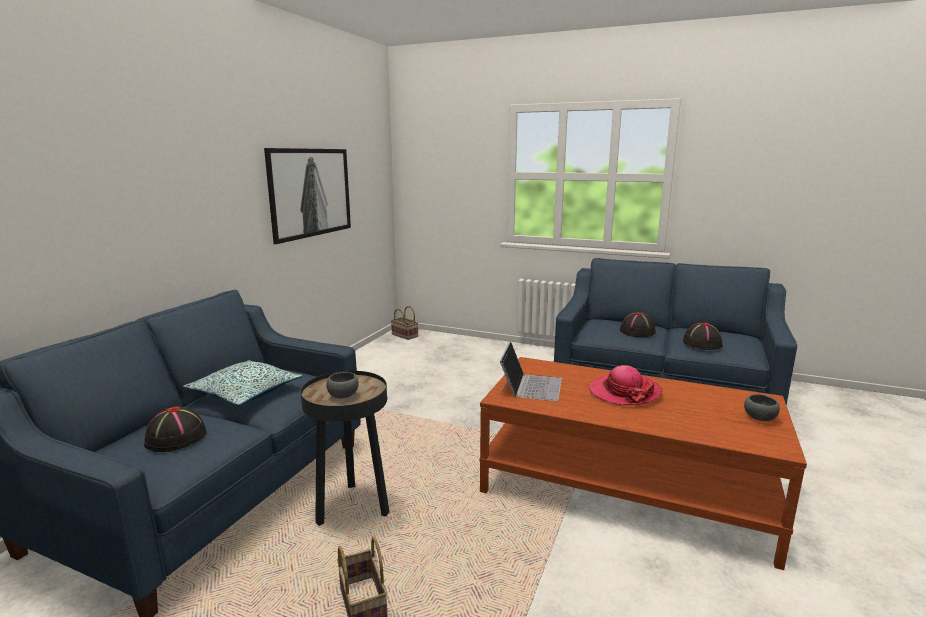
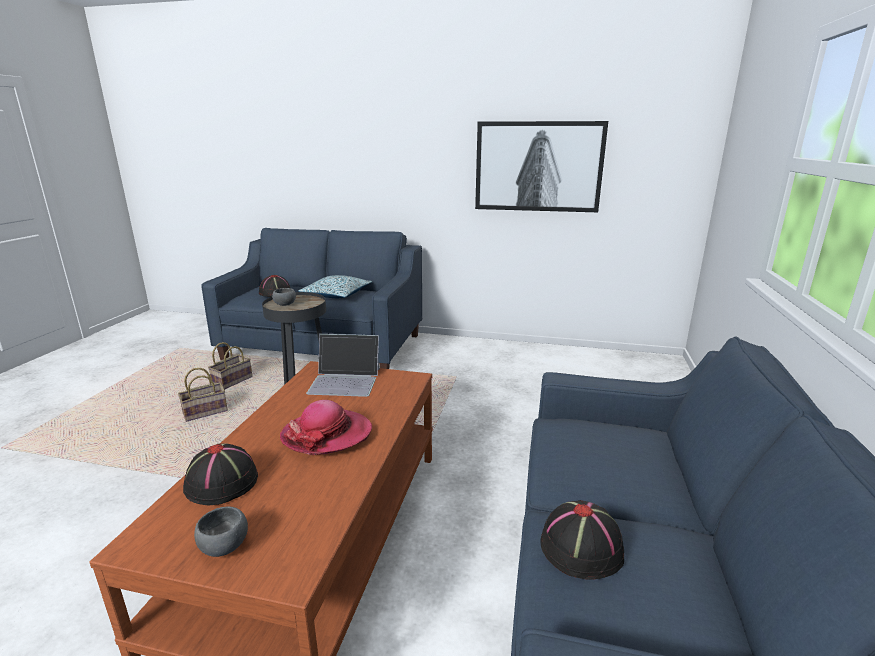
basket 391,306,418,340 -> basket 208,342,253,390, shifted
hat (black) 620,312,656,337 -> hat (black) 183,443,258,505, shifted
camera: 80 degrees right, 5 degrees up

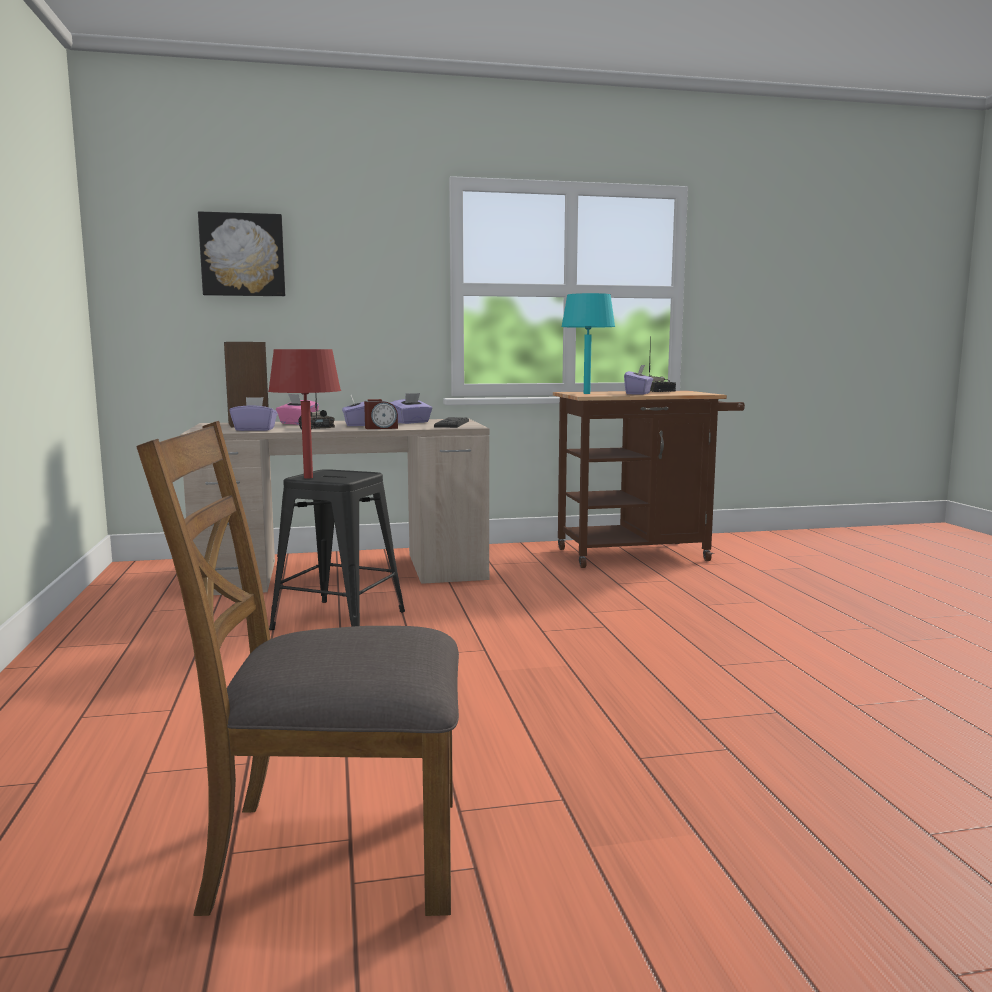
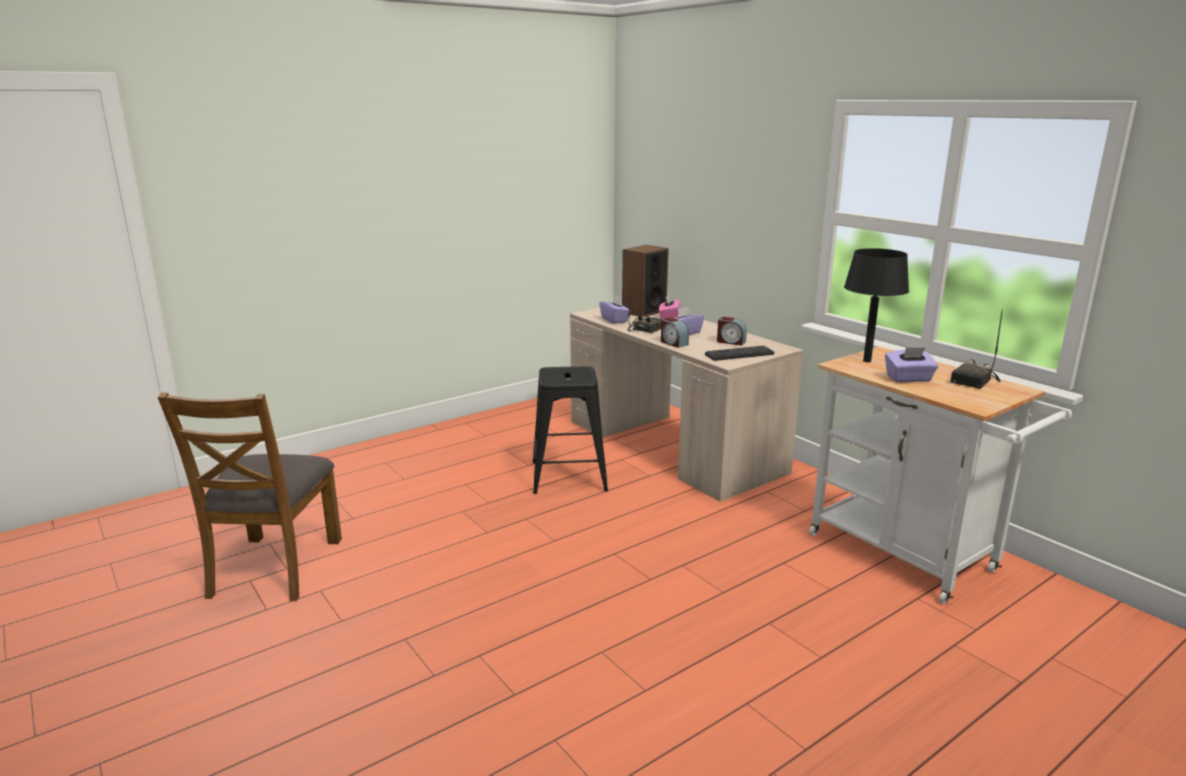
picture 198,211,285,296 -> none
table lamp (turquoise) 561,293,615,394 -> table lamp (black) 844,248,909,362
table lamp (red) 268,349,341,478 -> none
cart (brown) 553,391,745,568 -> cart (white) 809,346,1072,604
tissue box (purple) 390,393,433,424 -> alarm clock 717,317,747,346
chair (brown) 136,421,459,916 -> chair (brown) 158,392,342,601, 150 degrees counterclockwise
camera: 65 degrees right, 10 degrees up

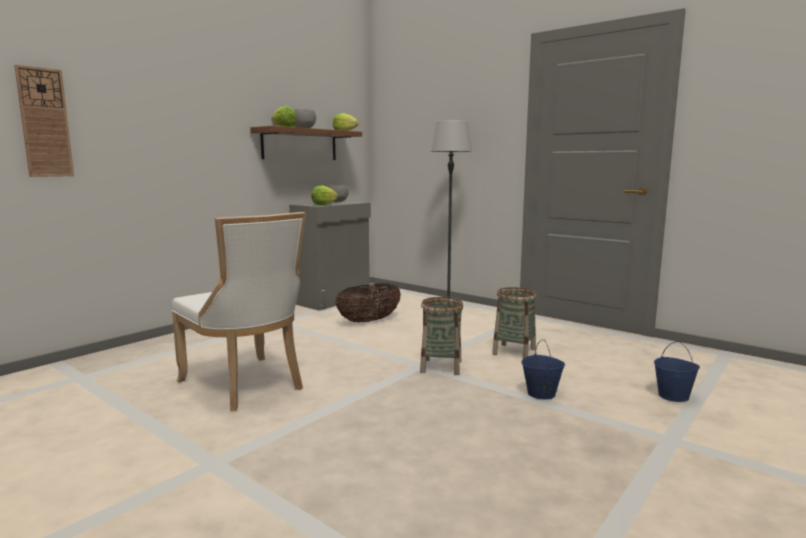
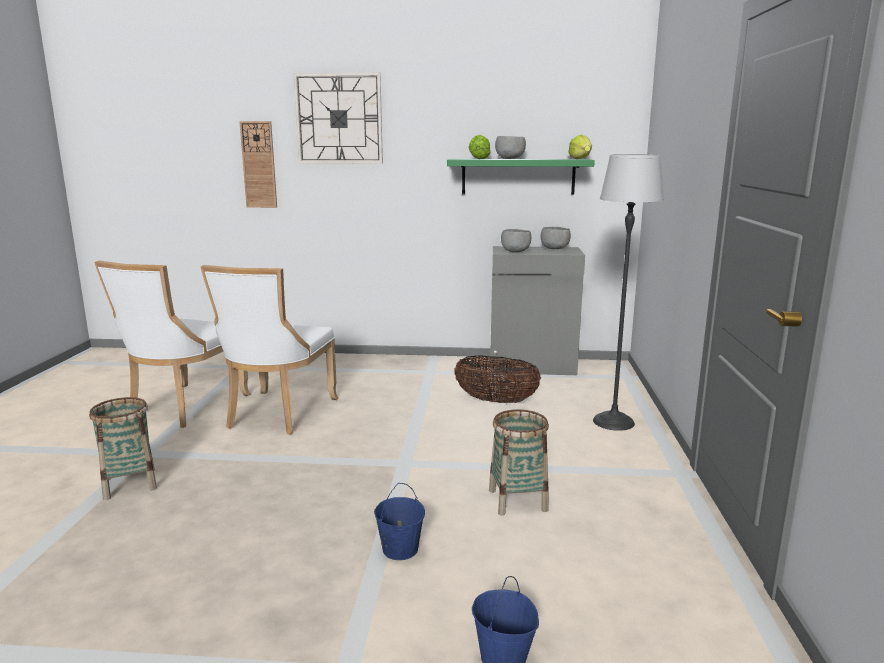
shelf (brown) 250,126,362,160 -> shelf (green) 447,159,595,194
lettuce 311,186,338,205 -> bowl (grey) 501,229,531,252
basket 420,297,463,375 -> basket 89,397,157,500, shifted
none -> wall clock 293,73,383,164
none -> chair (white) 94,261,251,428
camera: 55 degrees right, 5 degrees up

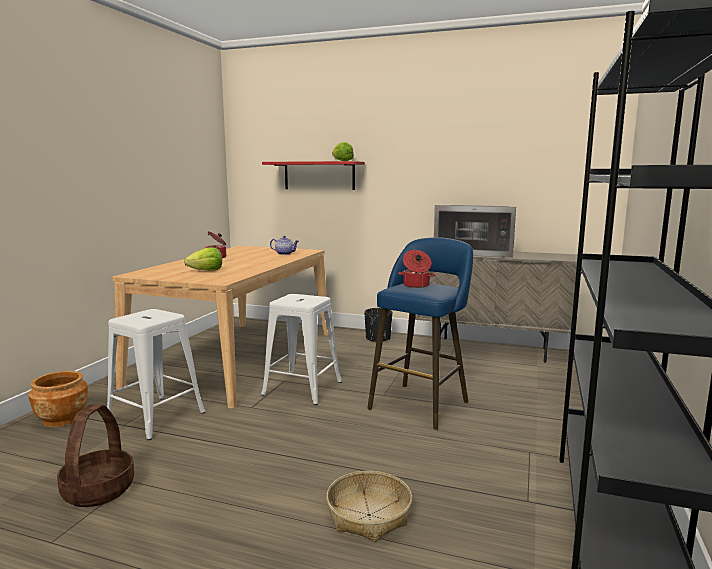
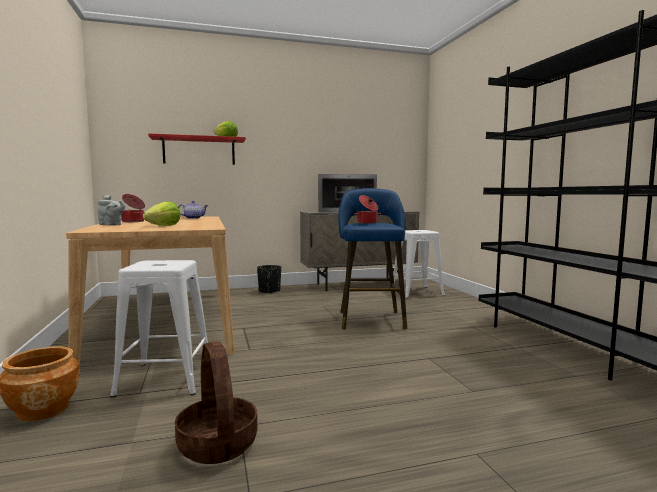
stool (white) 261,294,342,405 -> stool (white) 393,230,445,298, shifted
basket 326,471,412,542 -> none
none -> teapot (grey) 97,195,126,225
camera: 35 degrees left, 5 degrees down

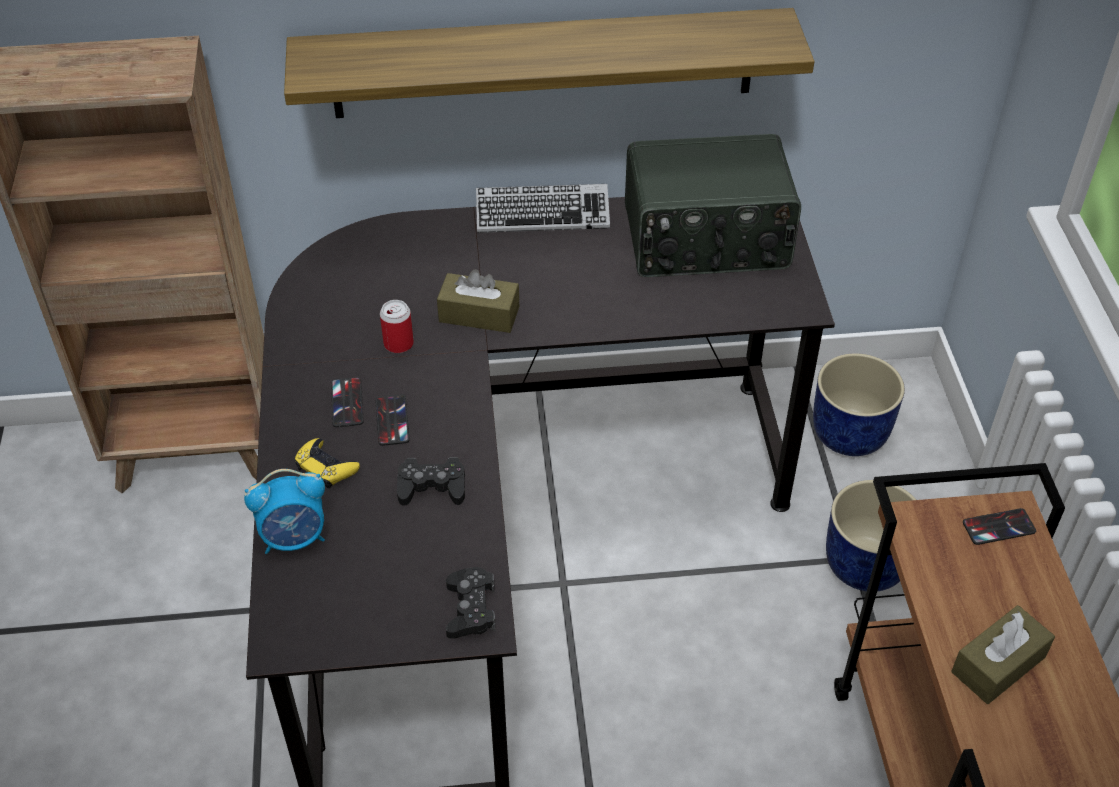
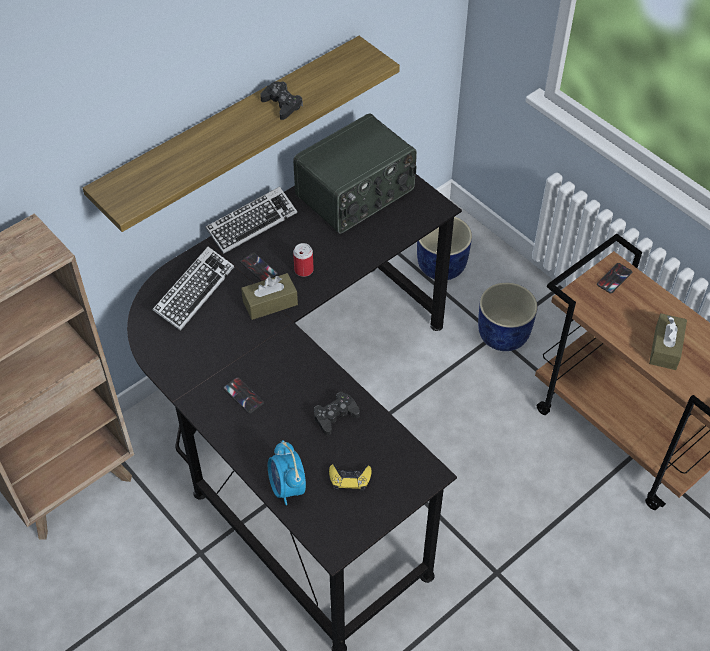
can 380,300,414,353 -> can 293,243,314,277, shifted
phone 375,394,410,446 -> phone 240,252,278,281, shifted
game controller (yellow) 295,438,360,489 -> game controller (yellow) 329,464,372,491, shifted
alarm clock 244,469,325,554 -> alarm clock 268,440,306,505, 120 degrees clockwise
game controller (black) 446,567,496,639 -> game controller (black) 260,82,303,120, shifted
none -> keyboard 152,247,234,331
camera: 35 degrees left, 5 degrees up

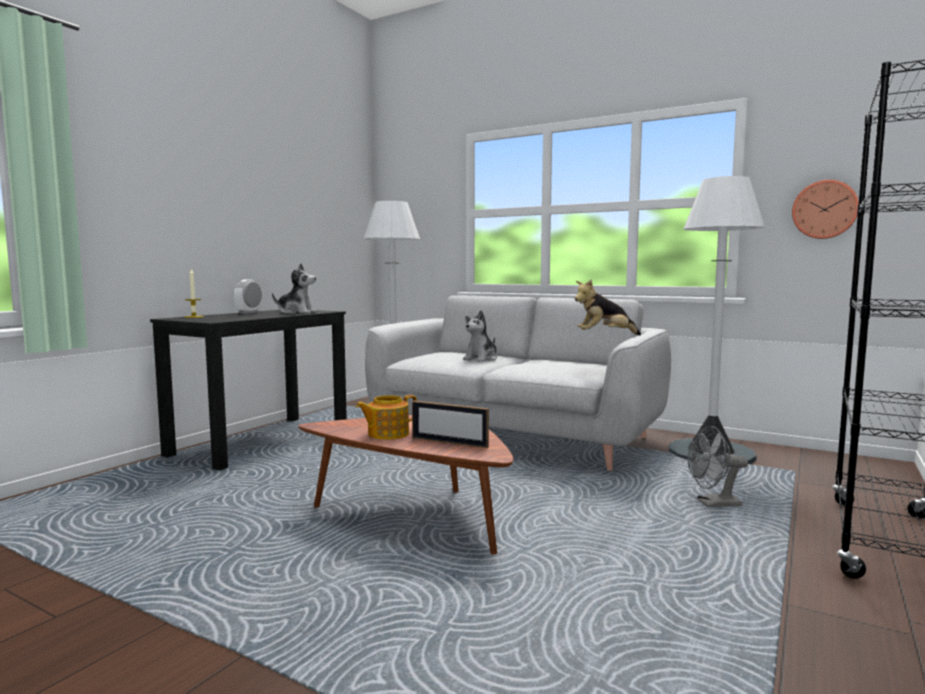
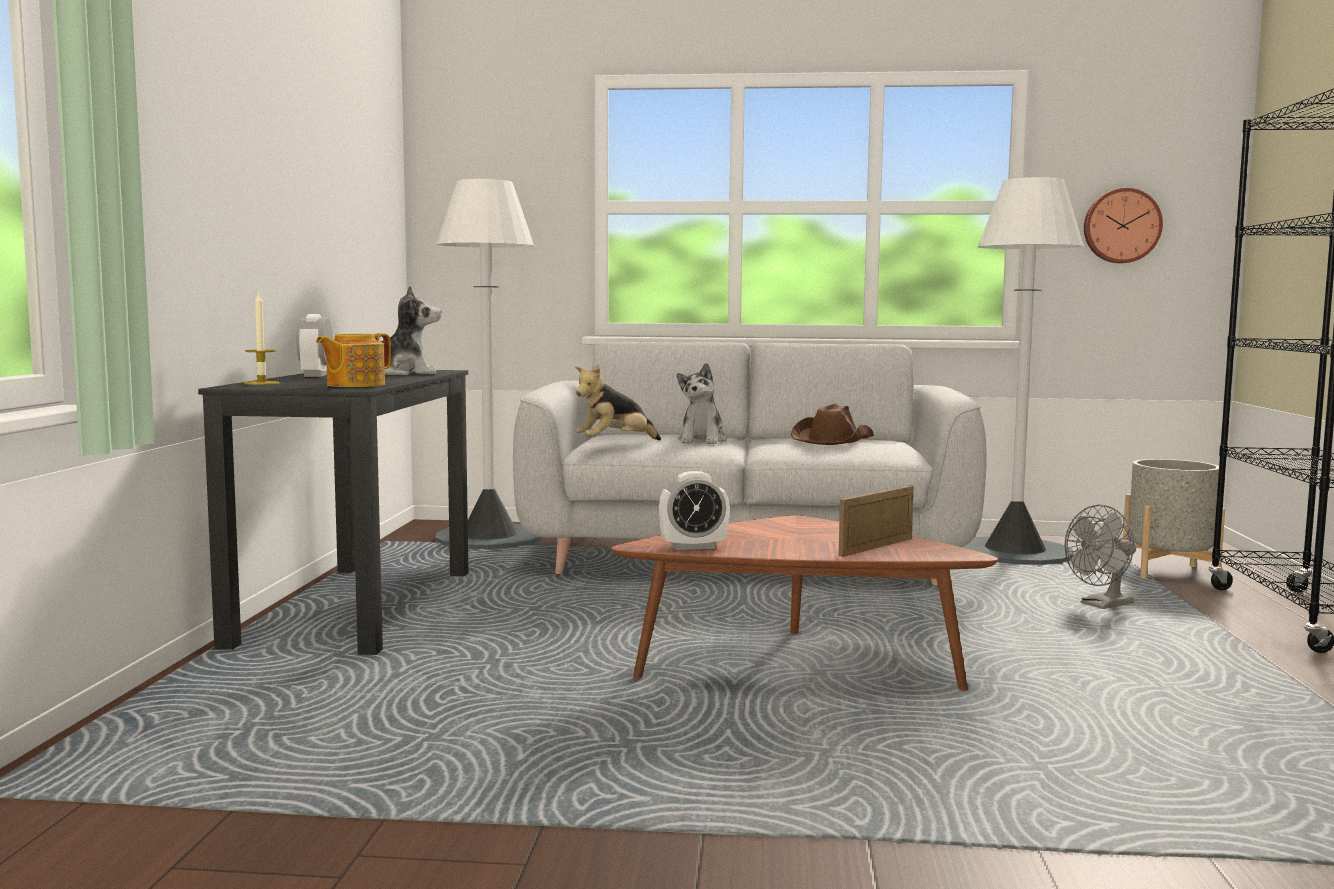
plush toy 575,279,641,335 -> plush toy 575,364,661,440, shifted
teapot 356,395,417,440 -> teapot 316,333,391,387, shifted
picture frame 412,400,489,448 -> picture frame 838,485,914,557, 135 degrees clockwise
none -> hat (brown) 791,403,874,445
none -> planter (grey) 1123,459,1225,579
none -> alarm clock 659,471,730,550
camera: 25 degrees left, 0 degrees up

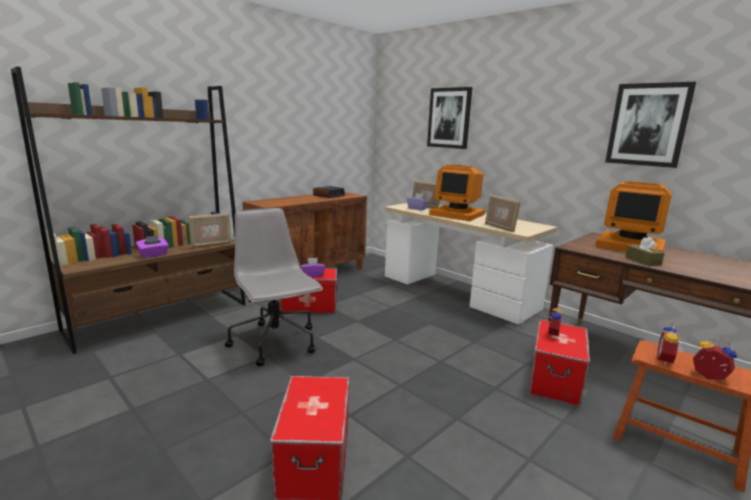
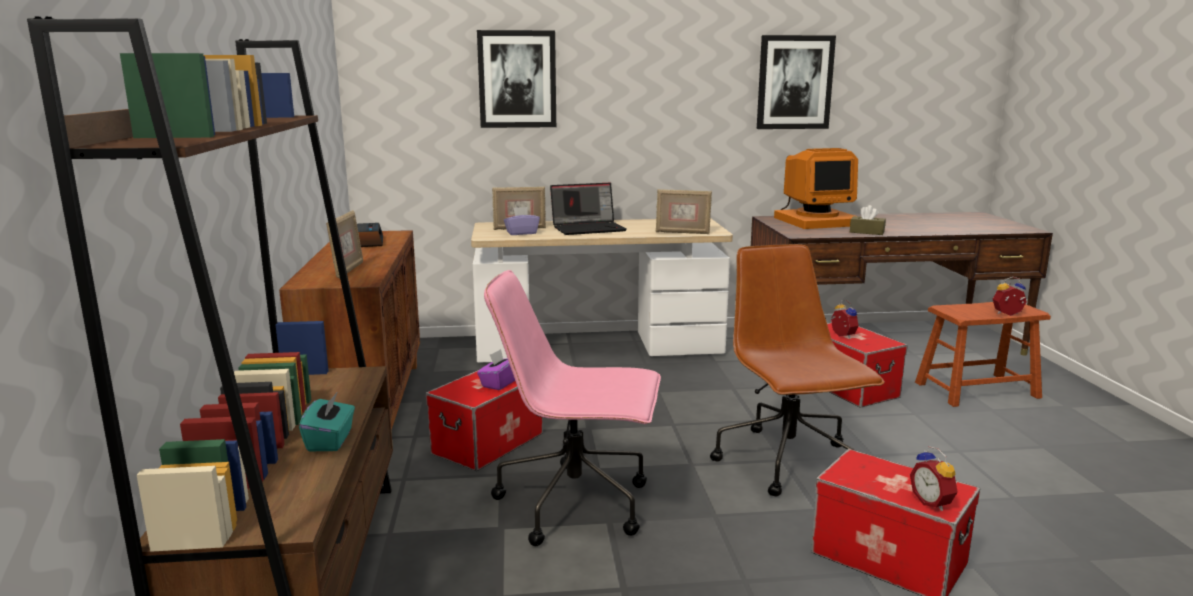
monitor 429,164,485,221 -> laptop 550,183,627,235
office chair (grey) 225,208,323,366 -> office chair (pink) 484,270,661,546
picture frame 188,213,231,249 -> picture frame 326,210,363,279, shifted
tissue box (purple) 136,235,169,258 -> tissue box (turquoise) 299,393,355,451
alarm clock 657,323,683,365 -> alarm clock 910,446,958,511, shifted
none -> office chair (brown) 710,244,885,496
camera: 50 degrees left, 0 degrees up

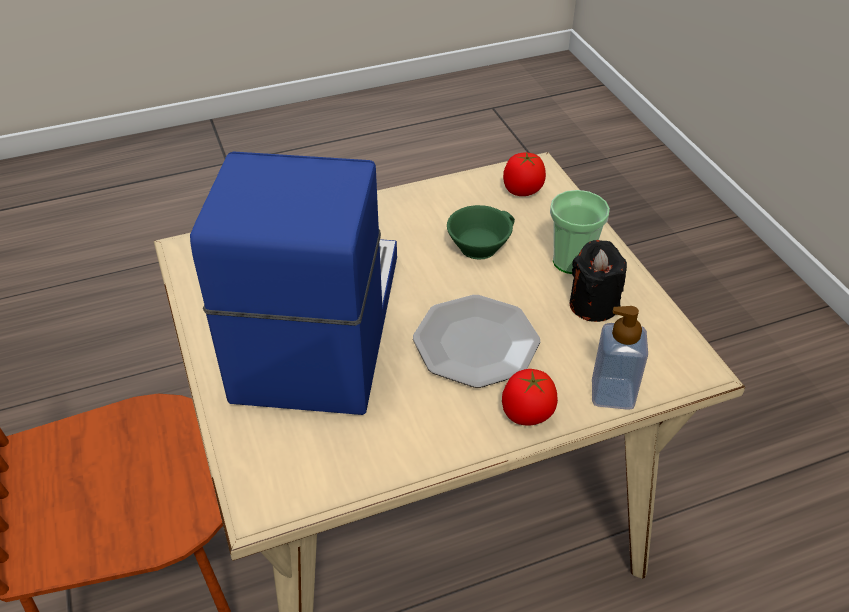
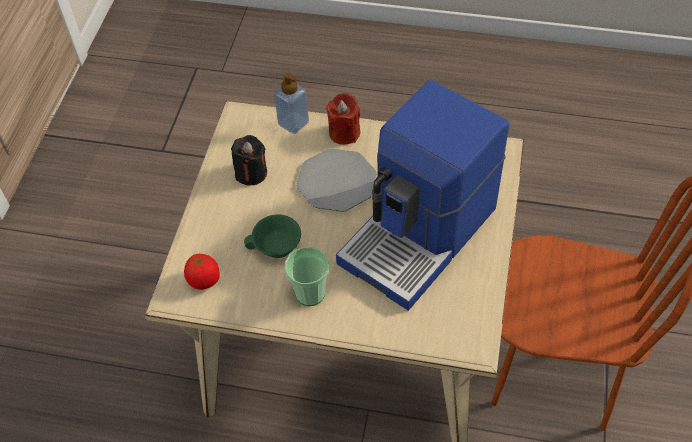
cup 550,190,610,274 -> cup 285,247,329,306, shifted
tomato 502,369,558,426 -> candle (red) 326,93,360,145
camera: 145 degrees left, 10 degrees up

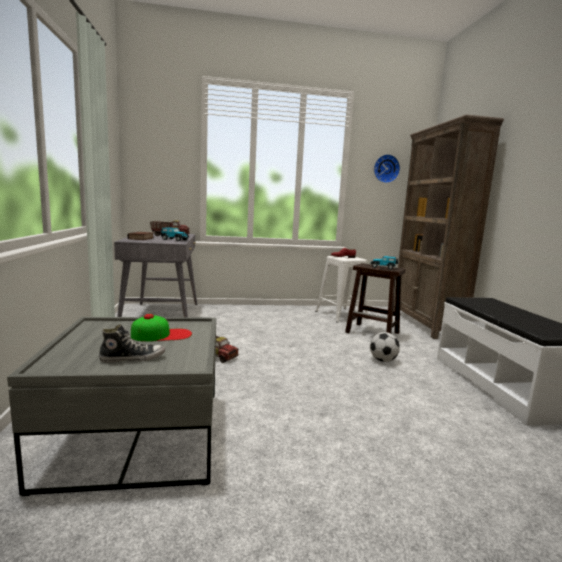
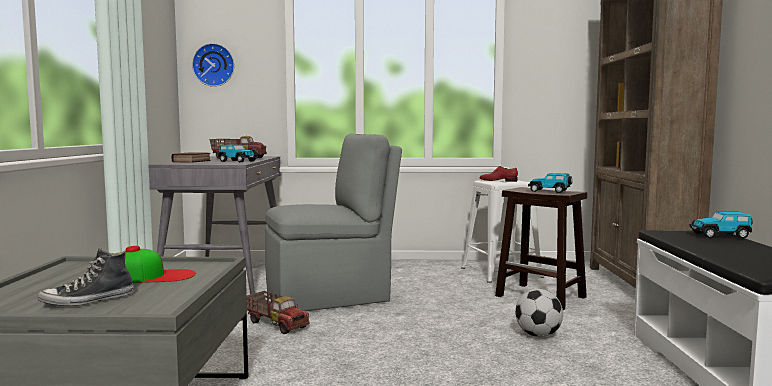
wall clock 374,154,400,183 -> wall clock 192,43,234,87, shifted
shoe 99,324,165,362 -> shoe 37,248,134,306, 150 degrees clockwise
none -> chair (grey) 265,133,402,311
none -> toy car 689,211,753,239
camera: 10 degrees right, 5 degrees down

